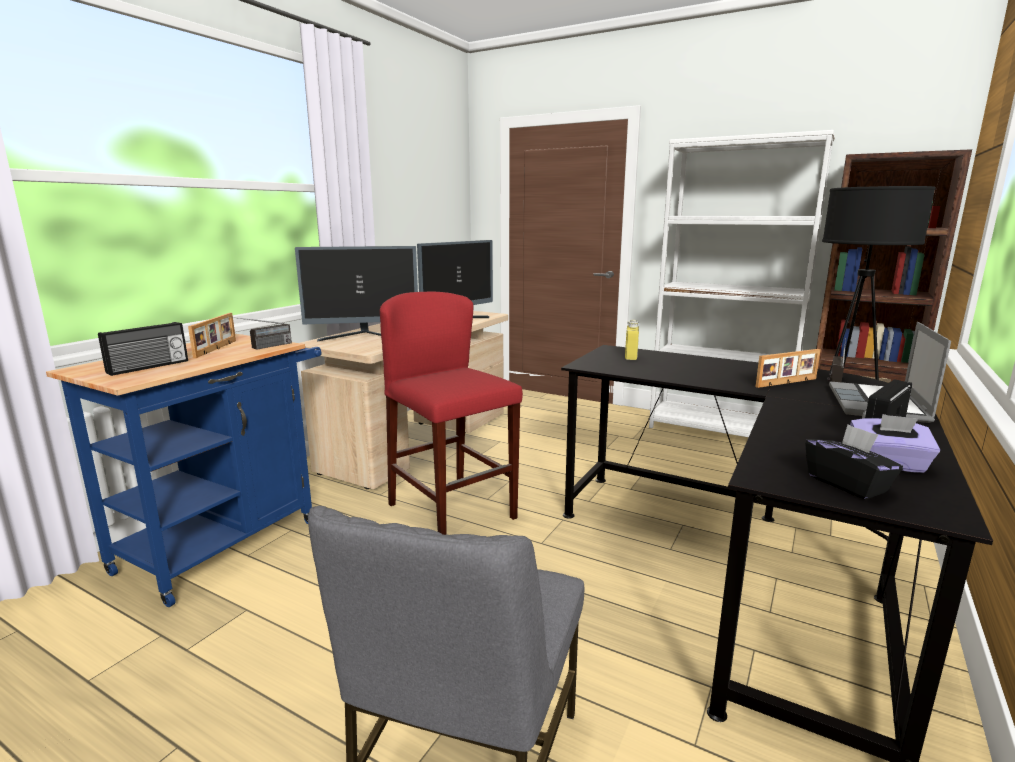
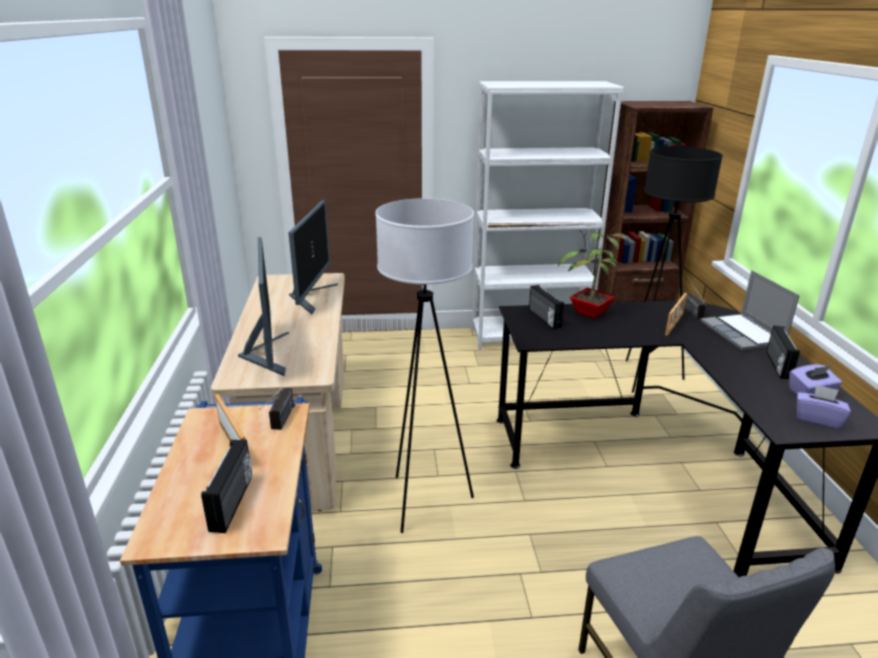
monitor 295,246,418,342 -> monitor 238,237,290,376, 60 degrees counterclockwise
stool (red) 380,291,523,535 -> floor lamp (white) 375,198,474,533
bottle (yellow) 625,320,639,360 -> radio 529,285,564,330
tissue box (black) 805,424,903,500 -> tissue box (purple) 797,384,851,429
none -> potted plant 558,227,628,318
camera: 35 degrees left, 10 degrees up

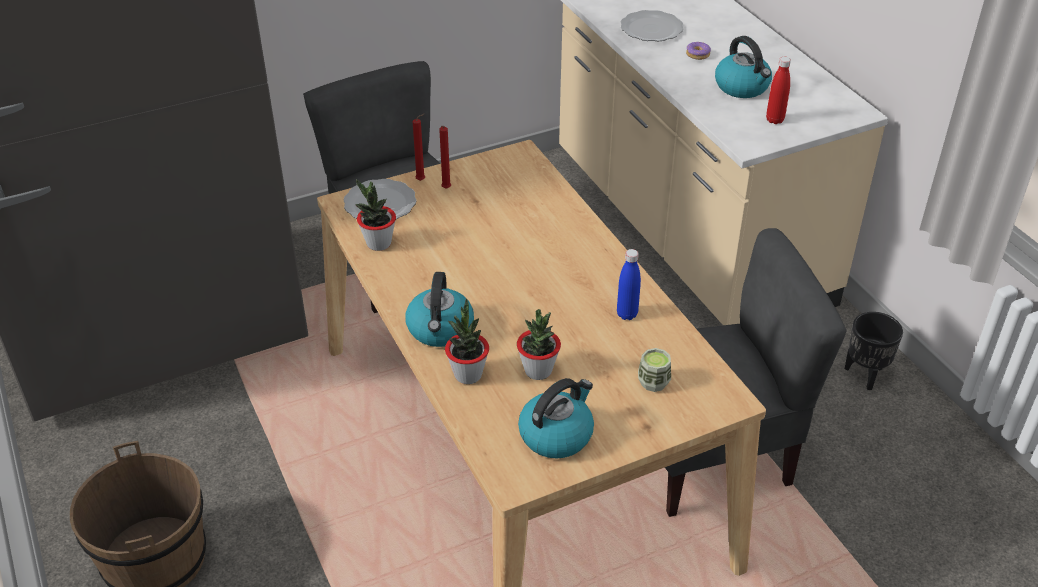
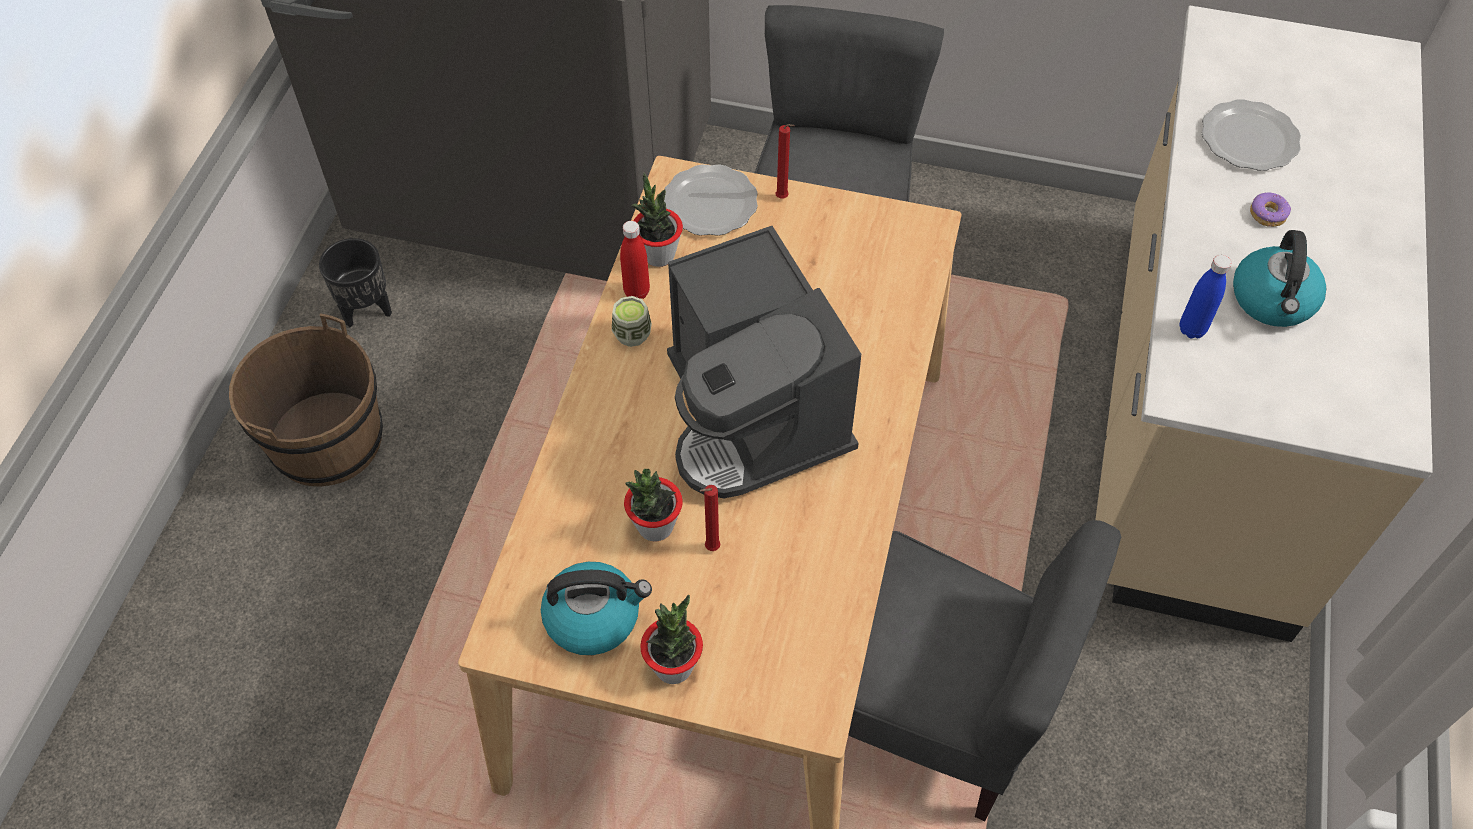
bottle (red) 766,57,791,124 -> bottle (red) 620,221,650,299, shifted
candle (red) 439,126,451,189 -> candle (red) 700,485,720,551, shifted
bottle (blue) 617,249,641,320 -> bottle (blue) 1180,255,1232,339, shifted
kettle 405,272,474,347 -> none
potted plant 445,298,489,384 -> potted plant 640,595,703,684, shifted
planter (black) 845,312,903,390 -> planter (black) 319,238,392,327, shifted
cup 638,348,671,392 -> cup 612,296,652,347, shifted
none -> coffee machine 667,226,861,498
camera: 40 degrees right, 15 degrees up

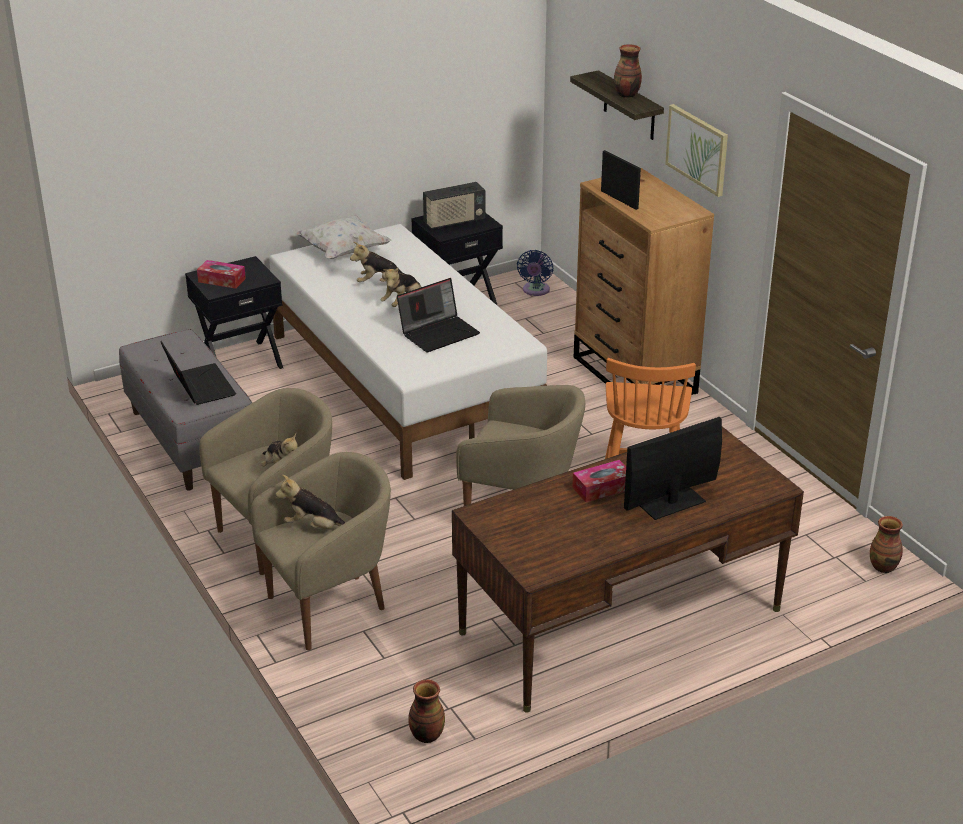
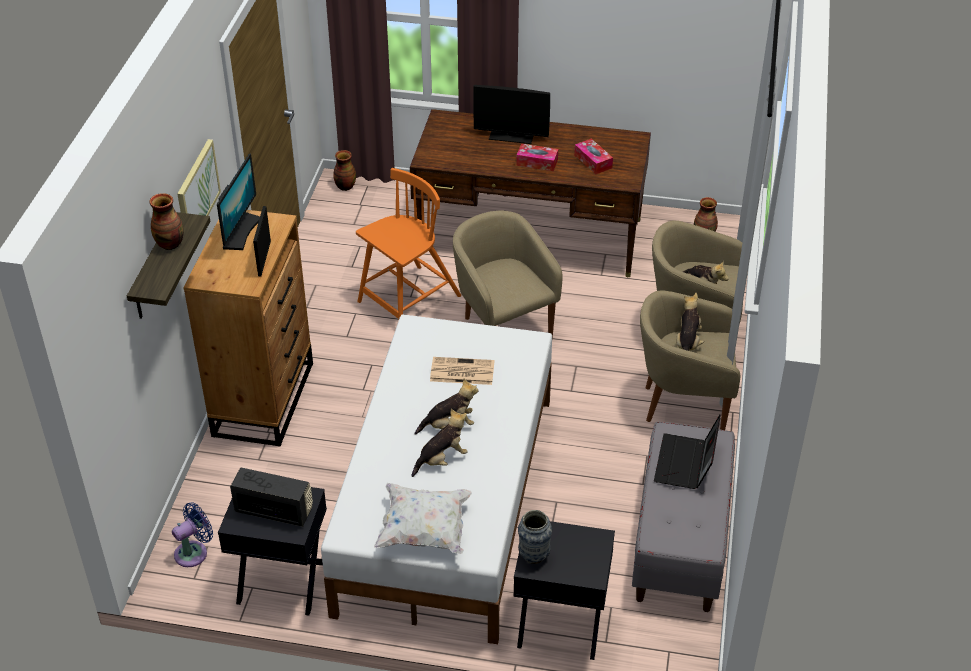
plush toy 350,242,404,282 -> plush toy 412,409,468,477, 75 degrees counterclockwise
tissue box 197,260,246,289 -> tissue box 574,139,613,174, shifted
laptop 397,278,480,352 -> newspaper 430,357,494,385
none -> monitor 217,154,260,250
none -> vase 518,510,552,564
camera: 140 degrees left, 10 degrees up

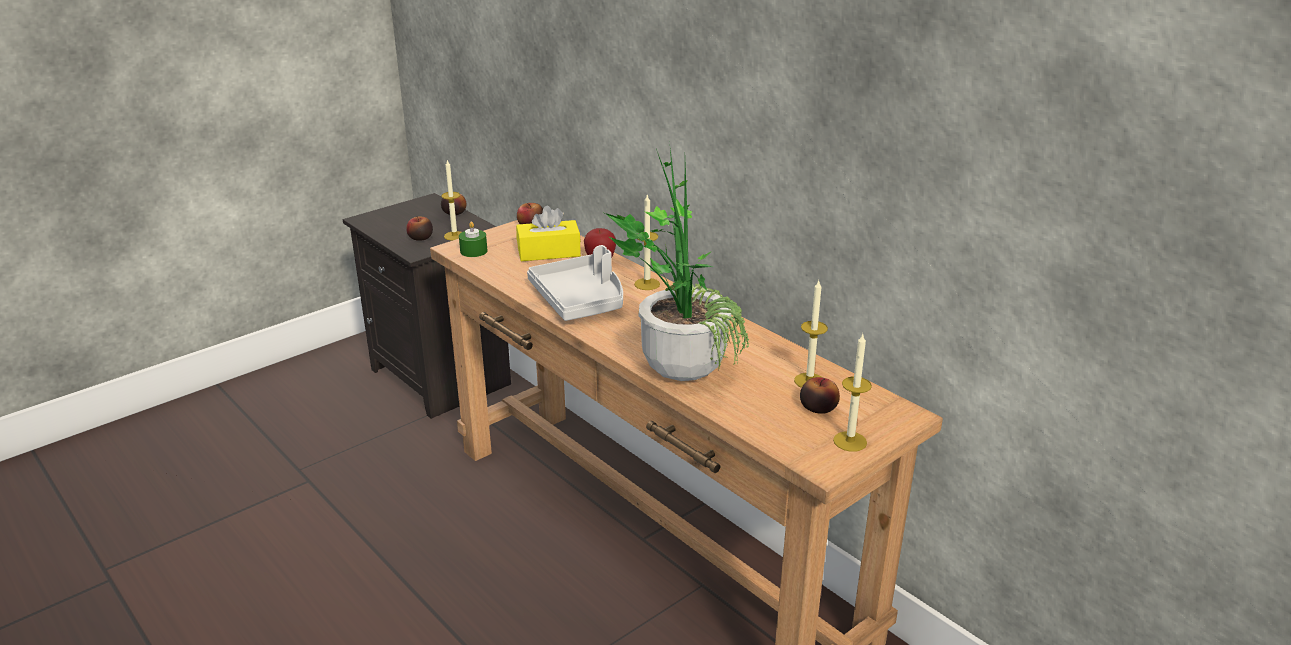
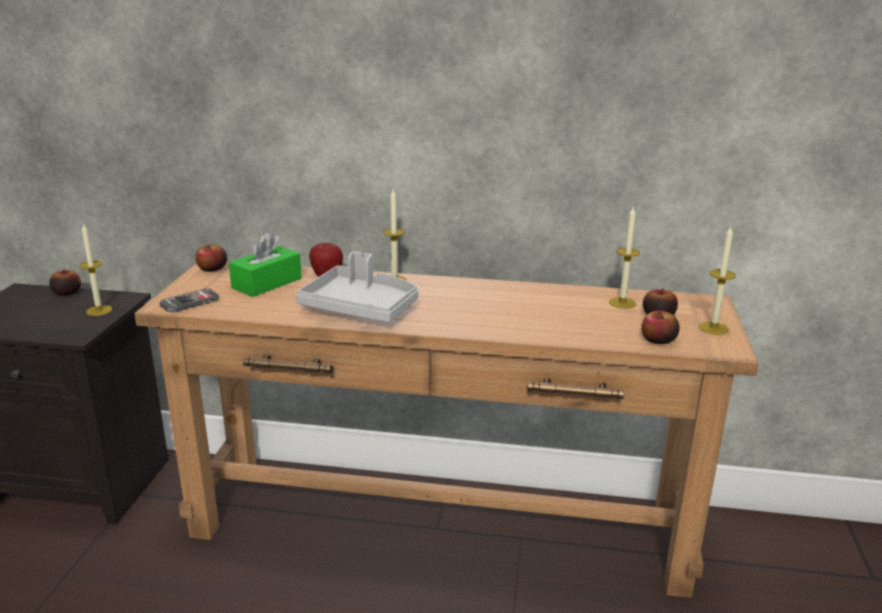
potted plant 605,149,749,381 -> none
tissue box (yellow) 516,206,581,261 -> tissue box (green) 229,232,302,297
apple 406,216,433,241 -> apple 641,311,680,344, shifted
candle (green) 459,221,487,257 -> phone 160,289,219,312
camera: 40 degrees left, 5 degrees down

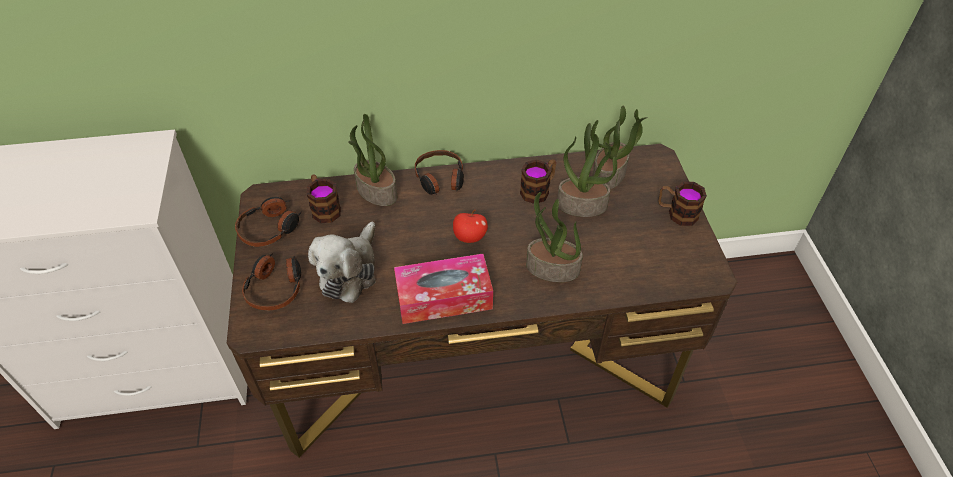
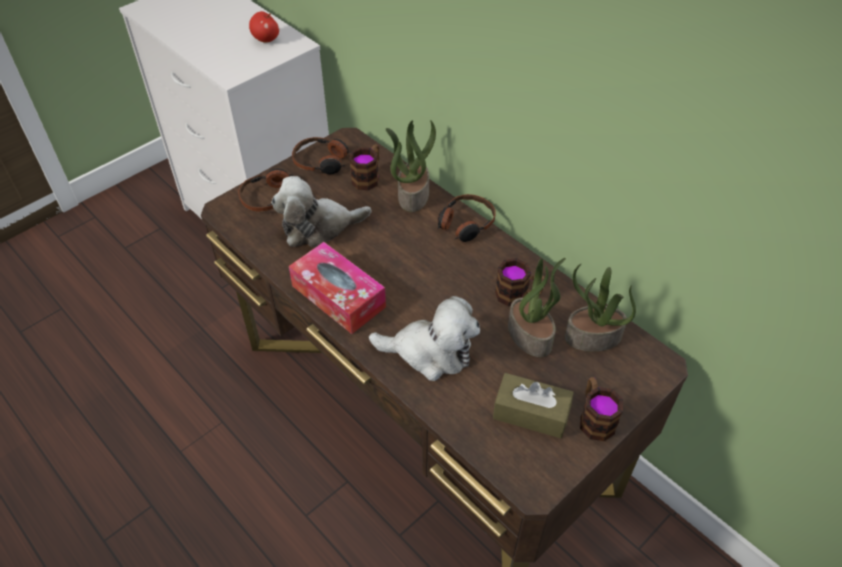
potted plant 526,192,583,282 -> plush toy 369,296,480,381
apple 453,210,488,243 -> apple 249,11,279,43, shifted
none -> tissue box (brown) 493,373,574,438
camera: 55 degrees right, 0 degrees up

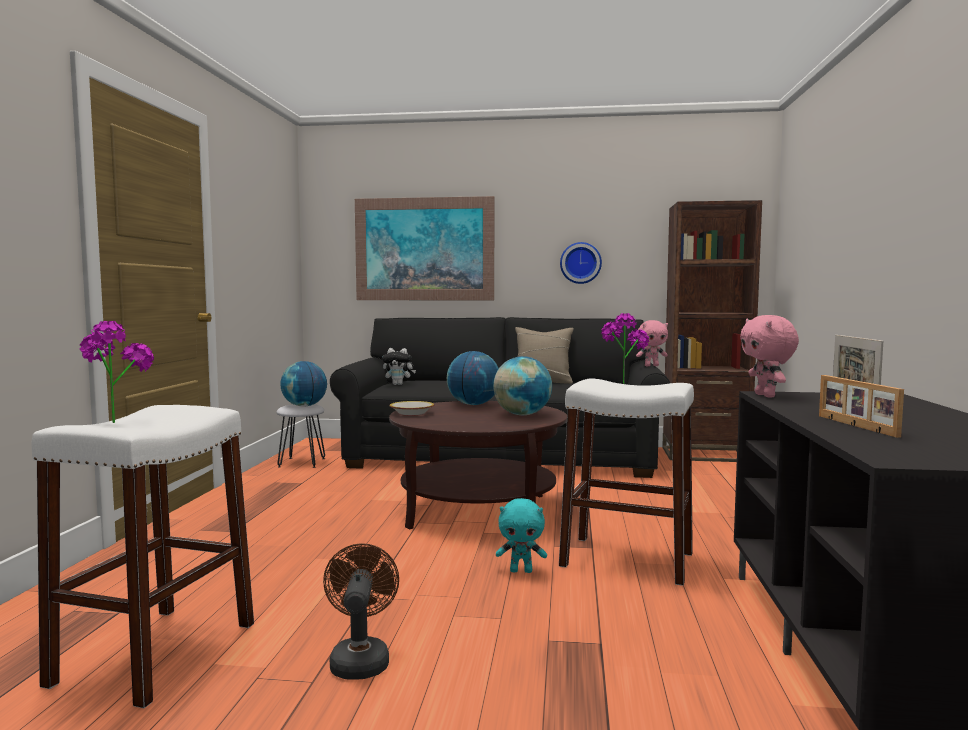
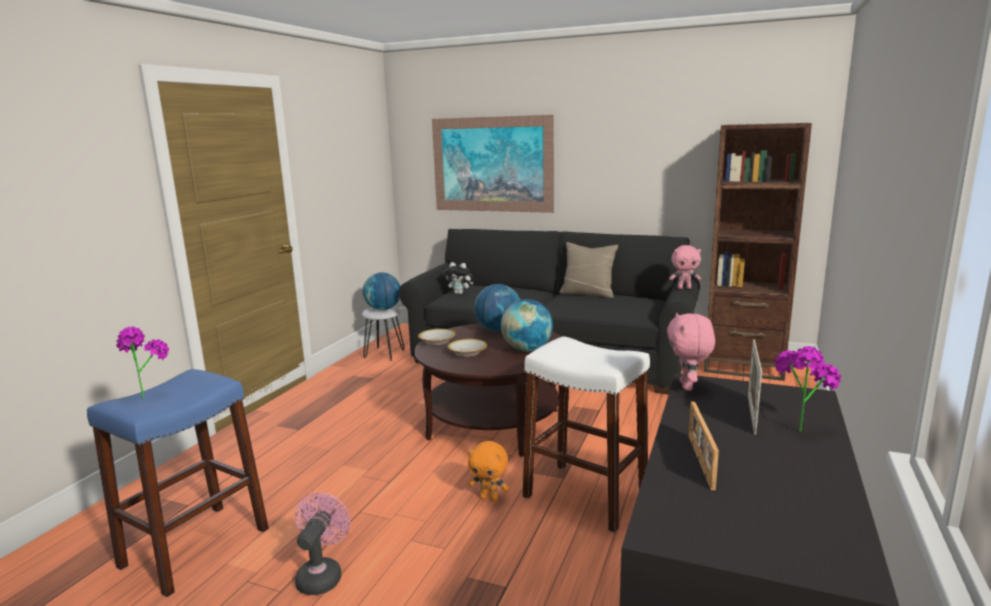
wall clock 560,242,602,284 -> none
potted plant 601,313,649,384 -> potted plant 775,346,841,432, shifted
stool (white) 31,405,254,708 -> stool (blue) 87,369,269,597
plush toy (turquoise) 496,498,547,573 -> plush toy (orange) 468,441,510,502
fan (brown) 323,543,399,680 -> fan (pink) 295,493,350,595
none -> bowl 447,339,487,357
camera: 15 degrees right, 10 degrees up

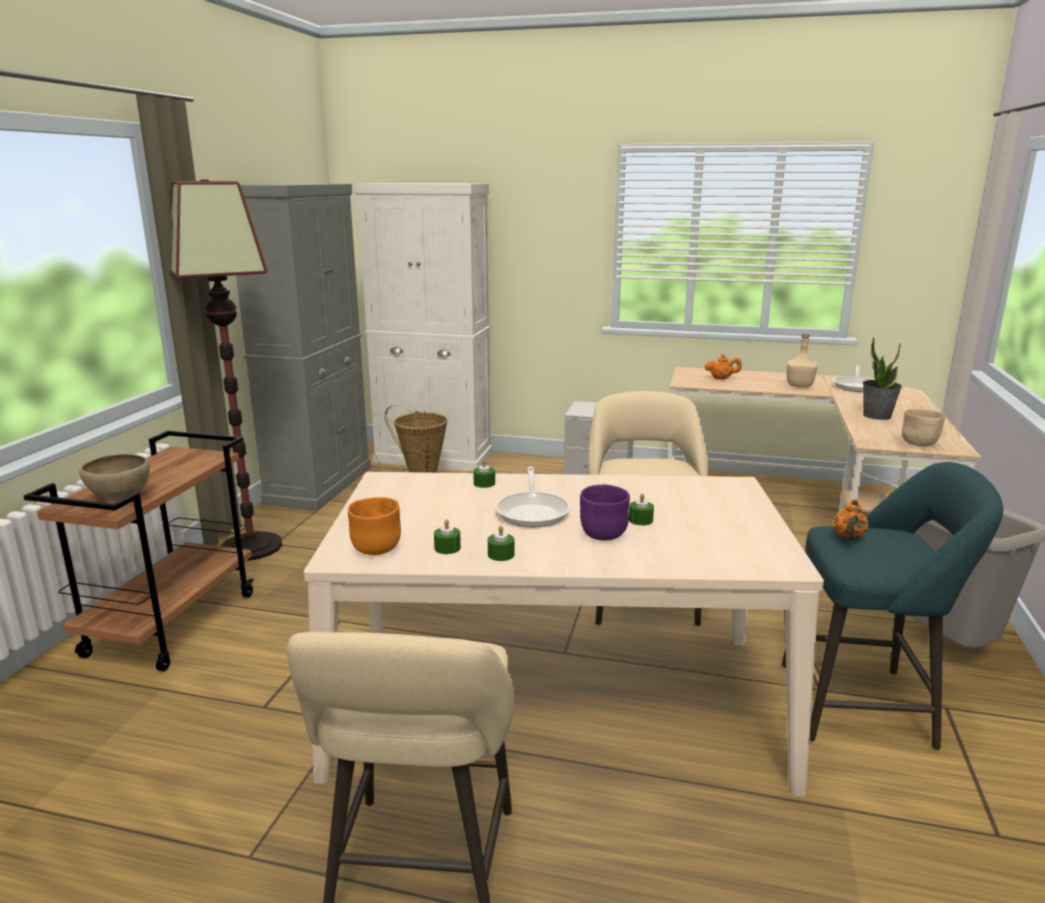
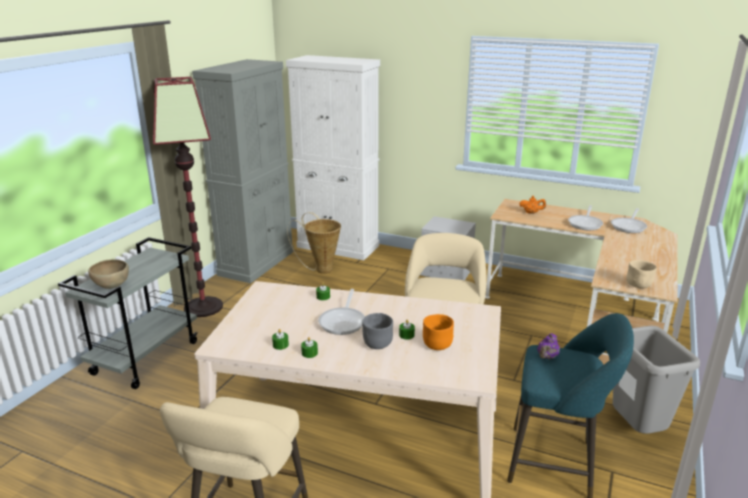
bottle (beige) 787,334,817,388 -> frying pan 568,205,603,230
potted plant 863,337,902,420 -> none
cart (brown) 24,431,254,671 -> cart (grey) 58,237,197,389
bowl (purple) 580,484,630,541 -> bowl (grey) 362,313,393,349
bowl (orange) 348,497,401,555 -> bowl (orange) 423,314,454,350, shifted
teapot (orange) 833,499,868,540 -> teapot (purple) 537,333,560,359
camera: 10 degrees right, 5 degrees up

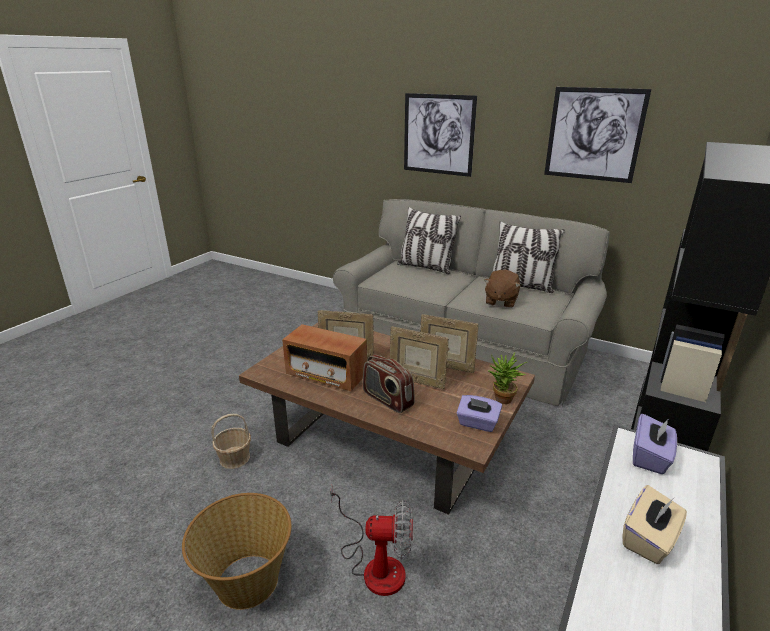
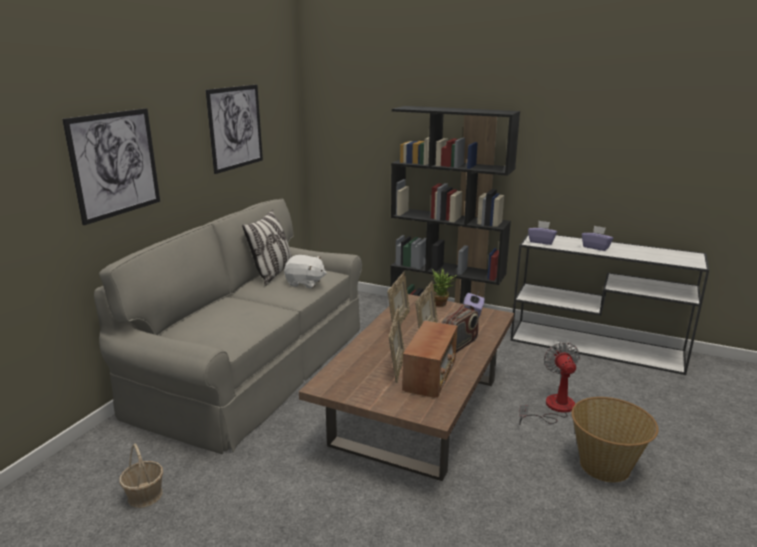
pillow 397,207,461,274 -> none
plush toy (brown) 484,270,520,308 -> plush toy (white) 284,255,327,288
basket 211,414,251,469 -> basket 120,443,163,508, shifted
tissue box (beige) 623,485,687,564 -> tissue box (purple) 582,226,614,251
camera: 95 degrees left, 5 degrees down

